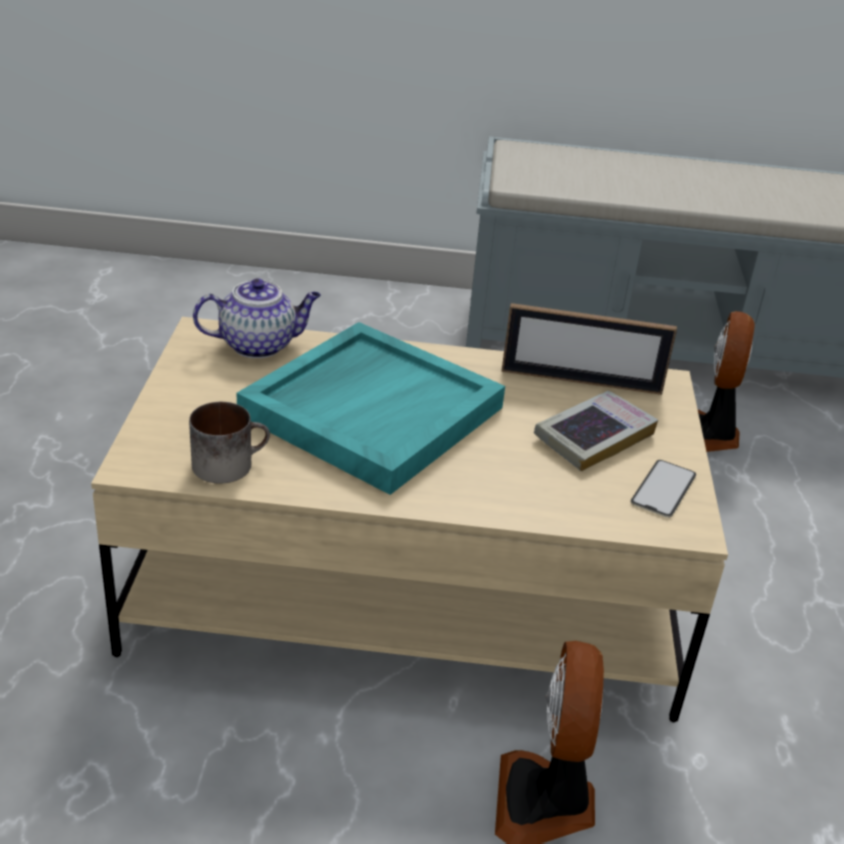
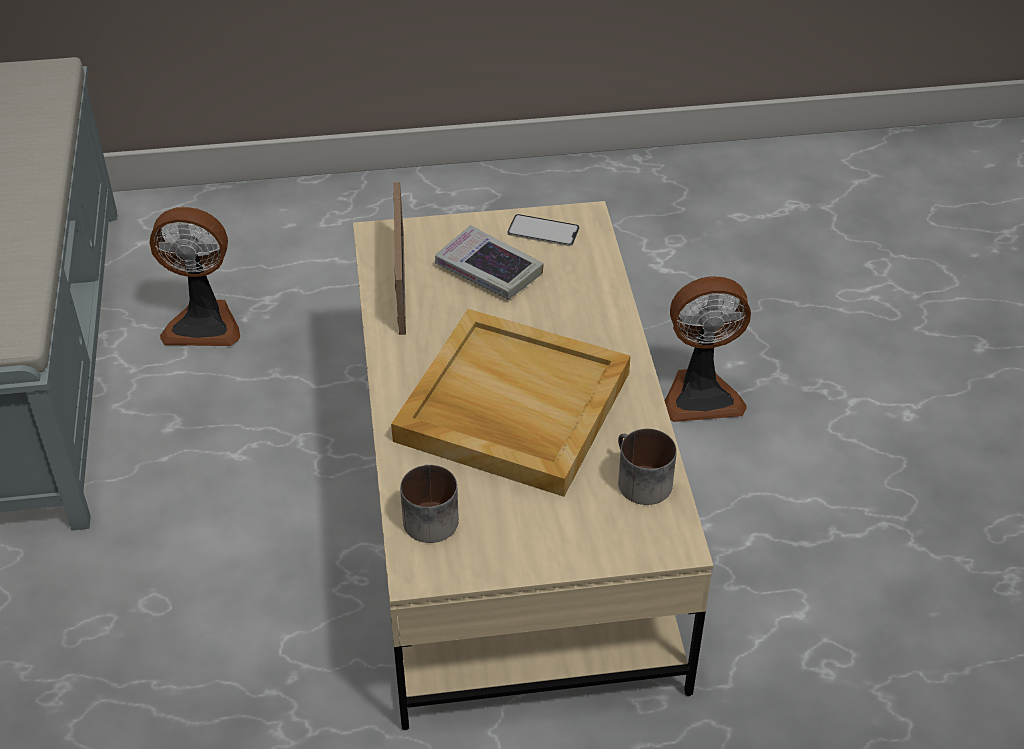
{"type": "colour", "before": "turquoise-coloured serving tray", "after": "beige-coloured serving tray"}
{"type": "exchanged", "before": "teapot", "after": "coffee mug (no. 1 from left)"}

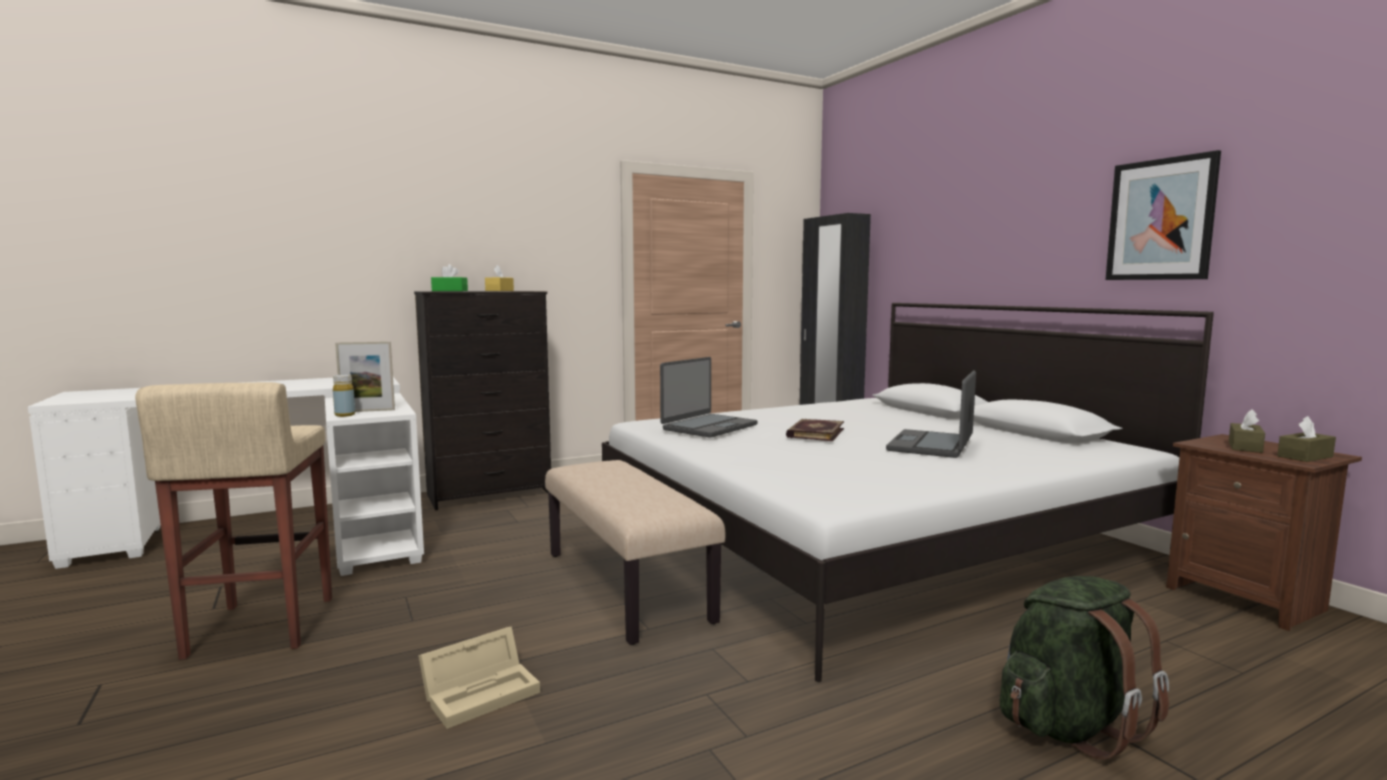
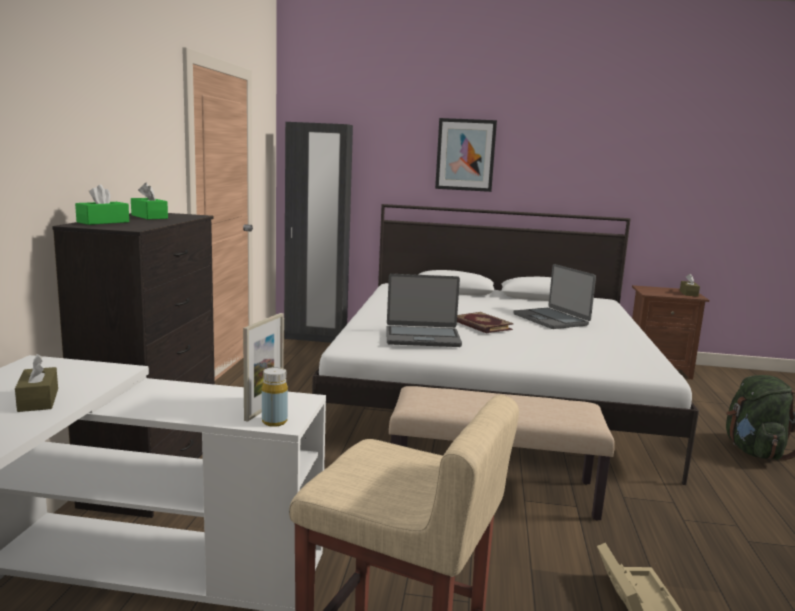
{"type": "relocated", "before": "brown tissue box (no. 1 from left)"}
{"type": "colour", "before": "yellow tissue box", "after": "green tissue box (no. 2 from left)"}
{"type": "spun", "before": "notebook computer (no. 1 from left)", "turn": 105}
{"type": "relocated", "before": "wall art"}

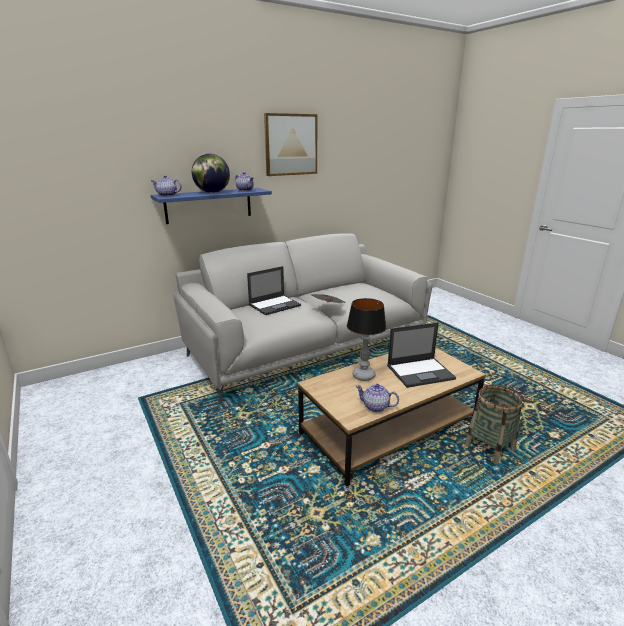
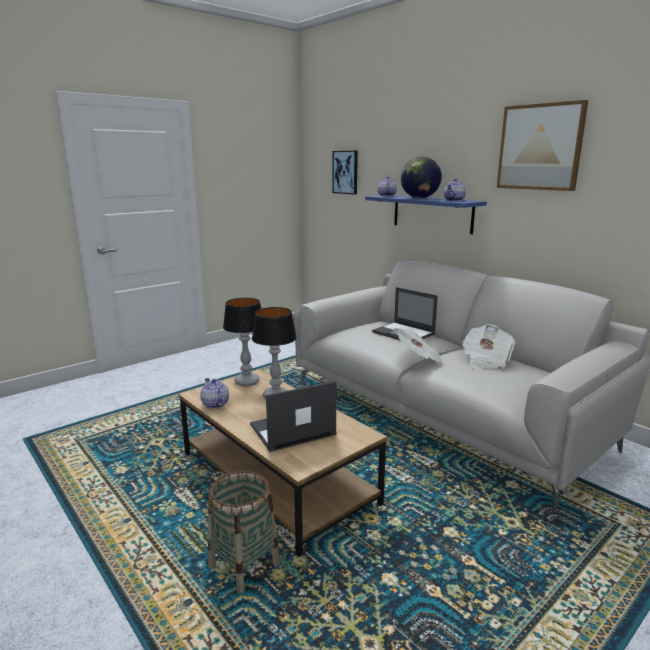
{"type": "spun", "before": "teapot (no. 3 from left in the first image)", "turn": -45}
{"type": "appeared", "after": "lamp for a table (no. 1 from left)"}
{"type": "spun", "before": "notebook computer (no. 2 from left in the first image)", "turn": 90}
{"type": "appeared", "after": "wall art (no. 1 from left)"}
{"type": "appeared", "after": "newspaper (no. 2 from left)"}

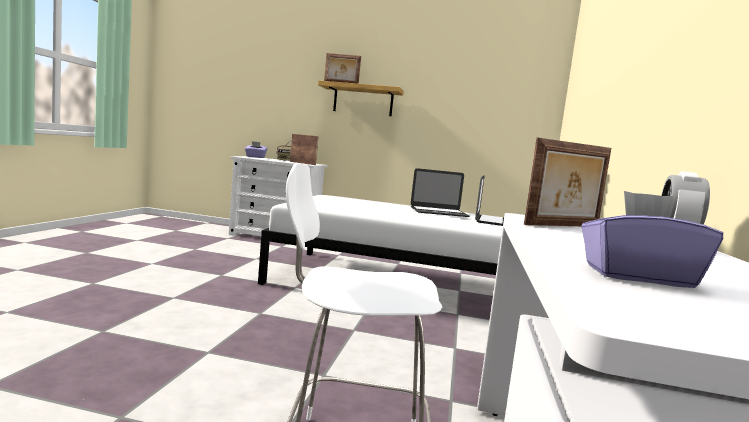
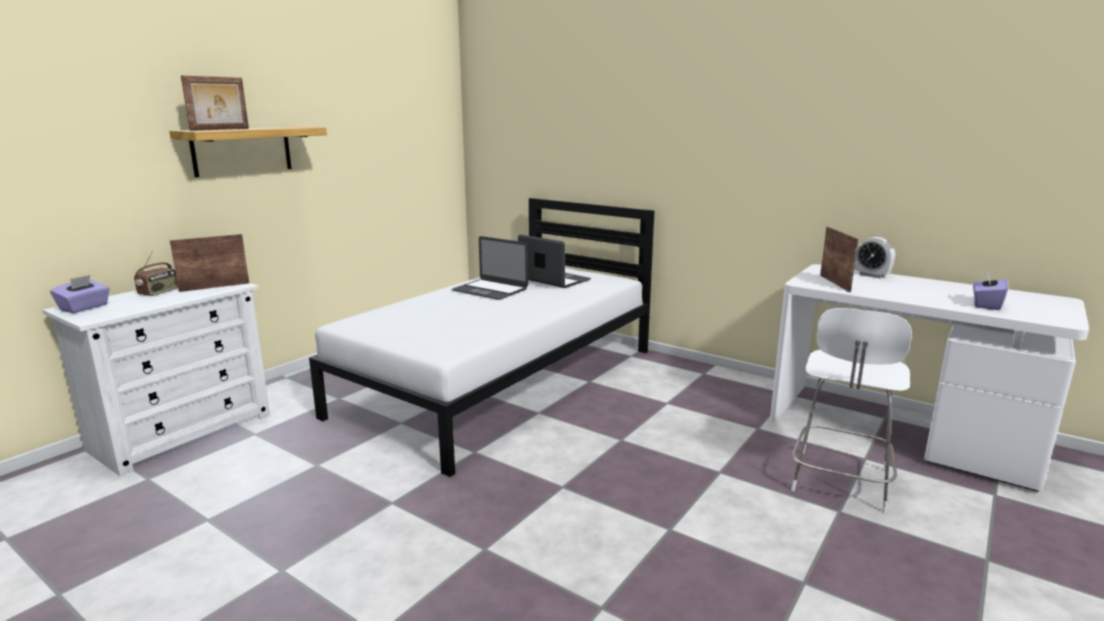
{"type": "spun", "before": "notebook computer (no. 1 from left)", "turn": 105}

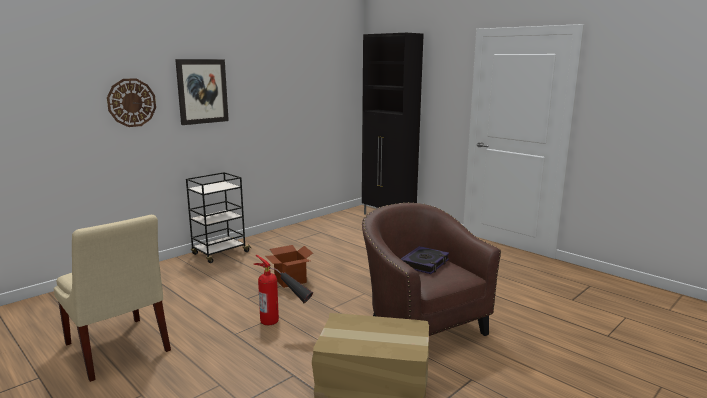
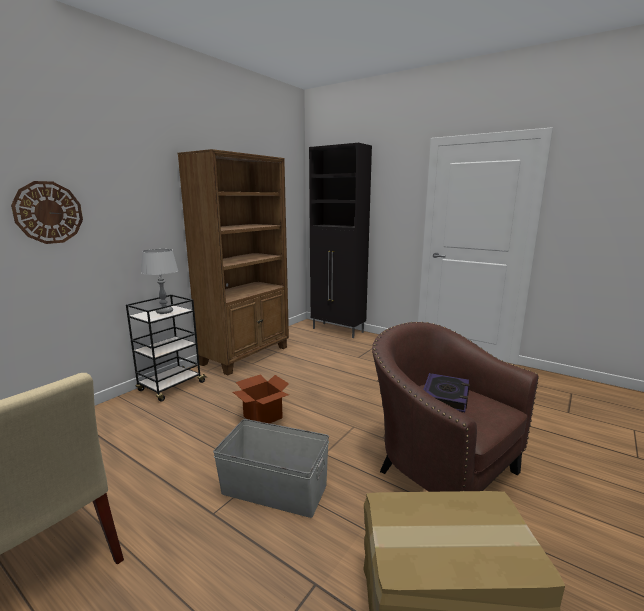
{"type": "appeared", "after": "grey lamp for a table"}
{"type": "appeared", "after": "brown bookshelf"}
{"type": "exchanged", "before": "extinguisher", "after": "grey storage box"}
{"type": "missing", "before": "wall art"}

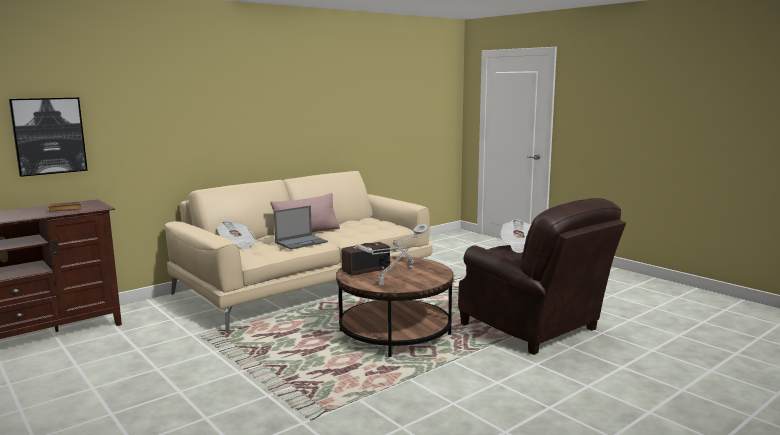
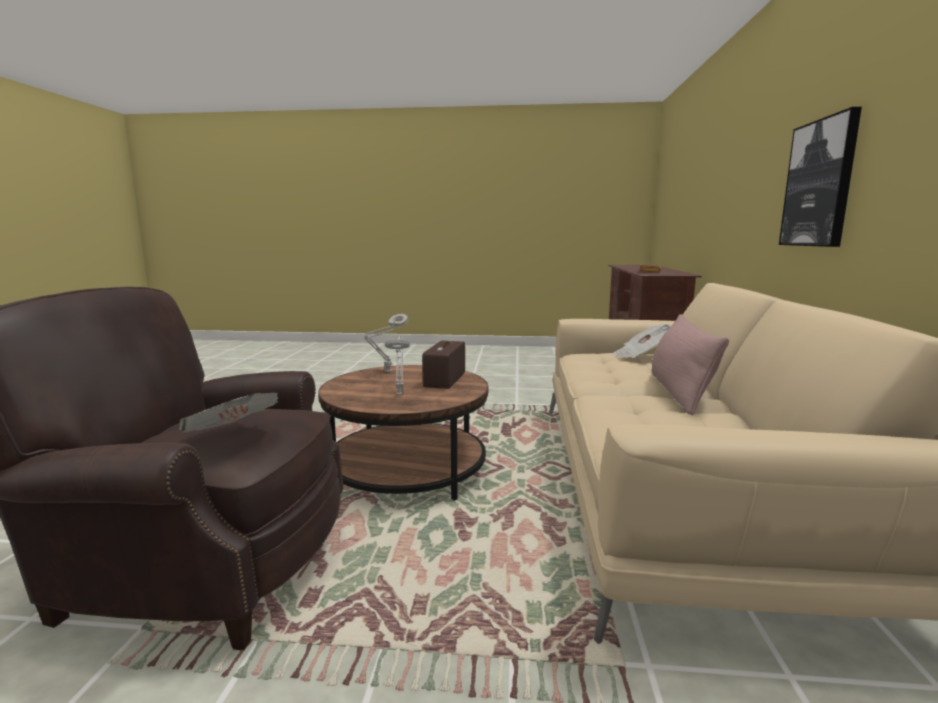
{"type": "relocated", "before": "wall art"}
{"type": "missing", "before": "notebook computer"}

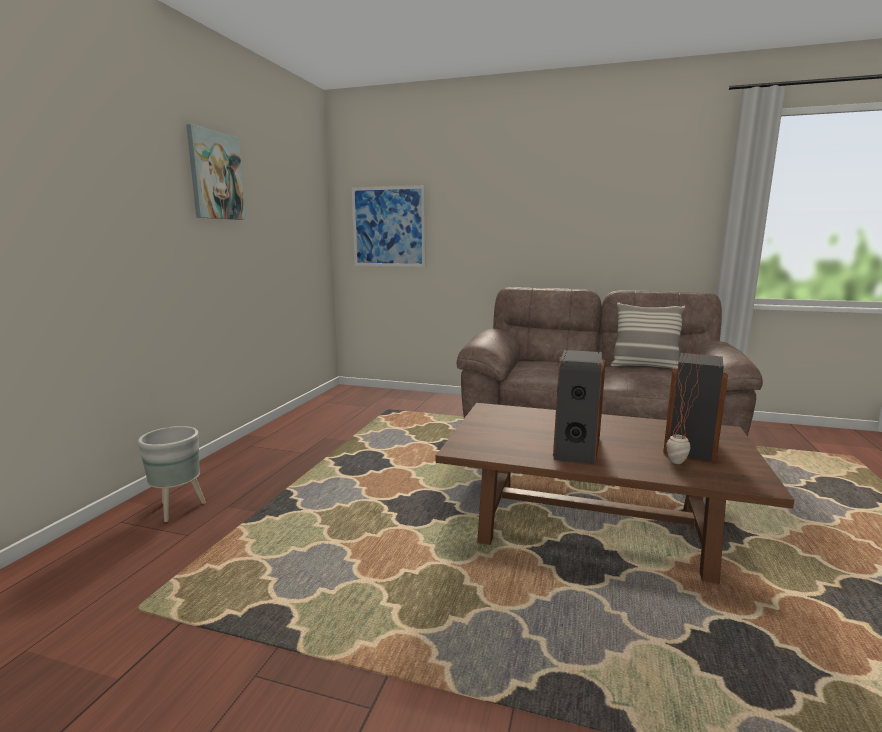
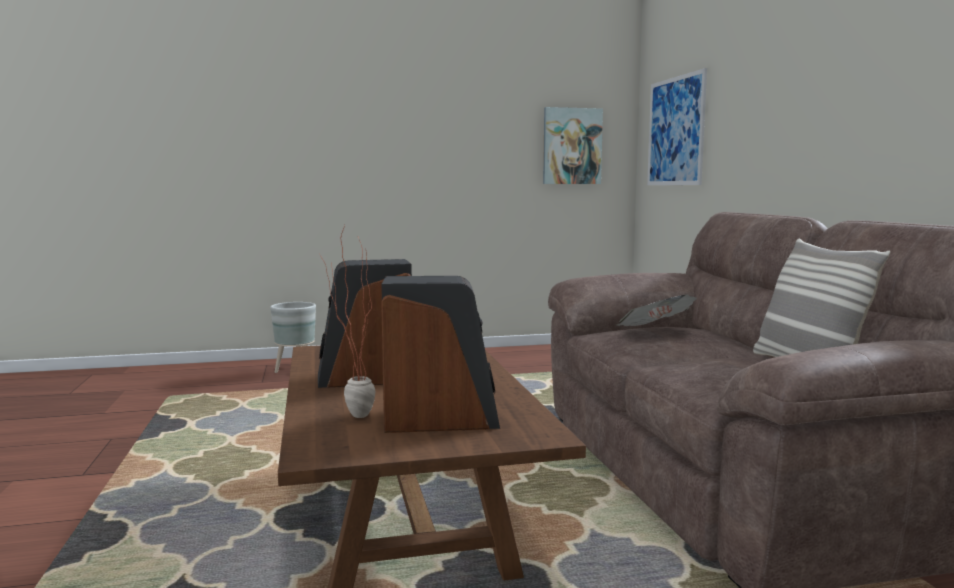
{"type": "relocated", "before": "wall art (no. 1 from left)"}
{"type": "appeared", "after": "newspaper"}

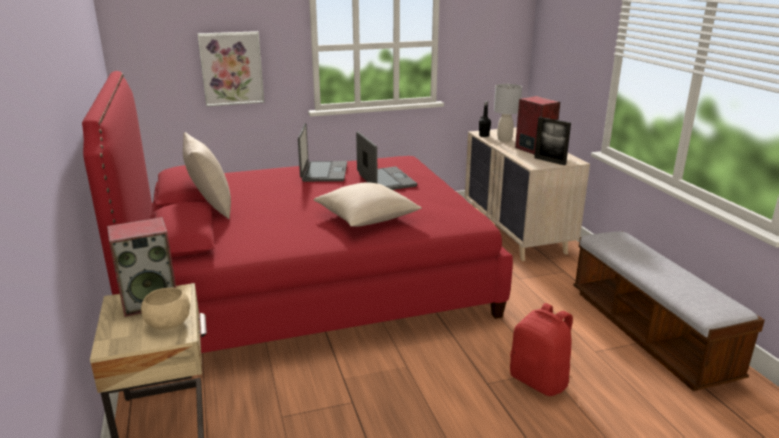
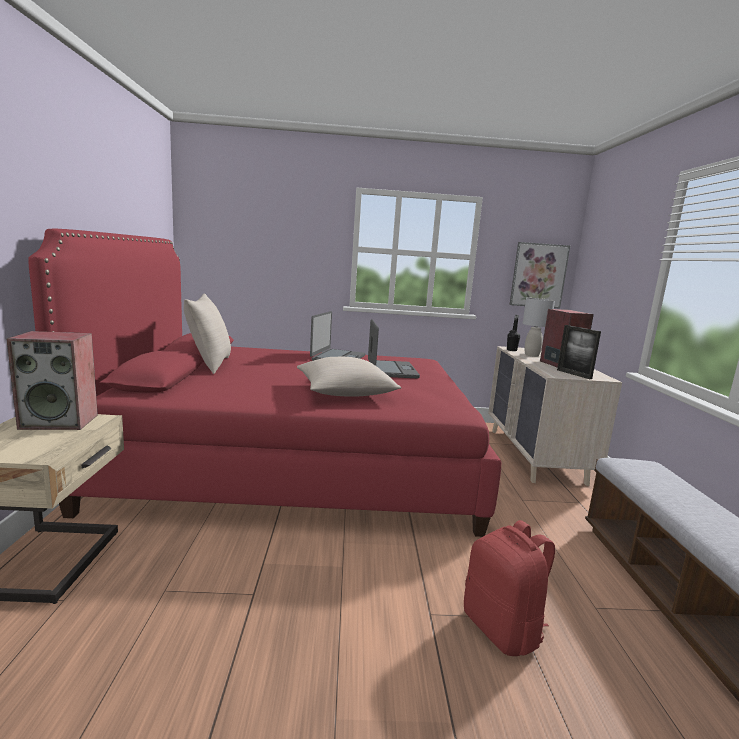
{"type": "relocated", "before": "wall art"}
{"type": "missing", "before": "beige-coloured bowl"}

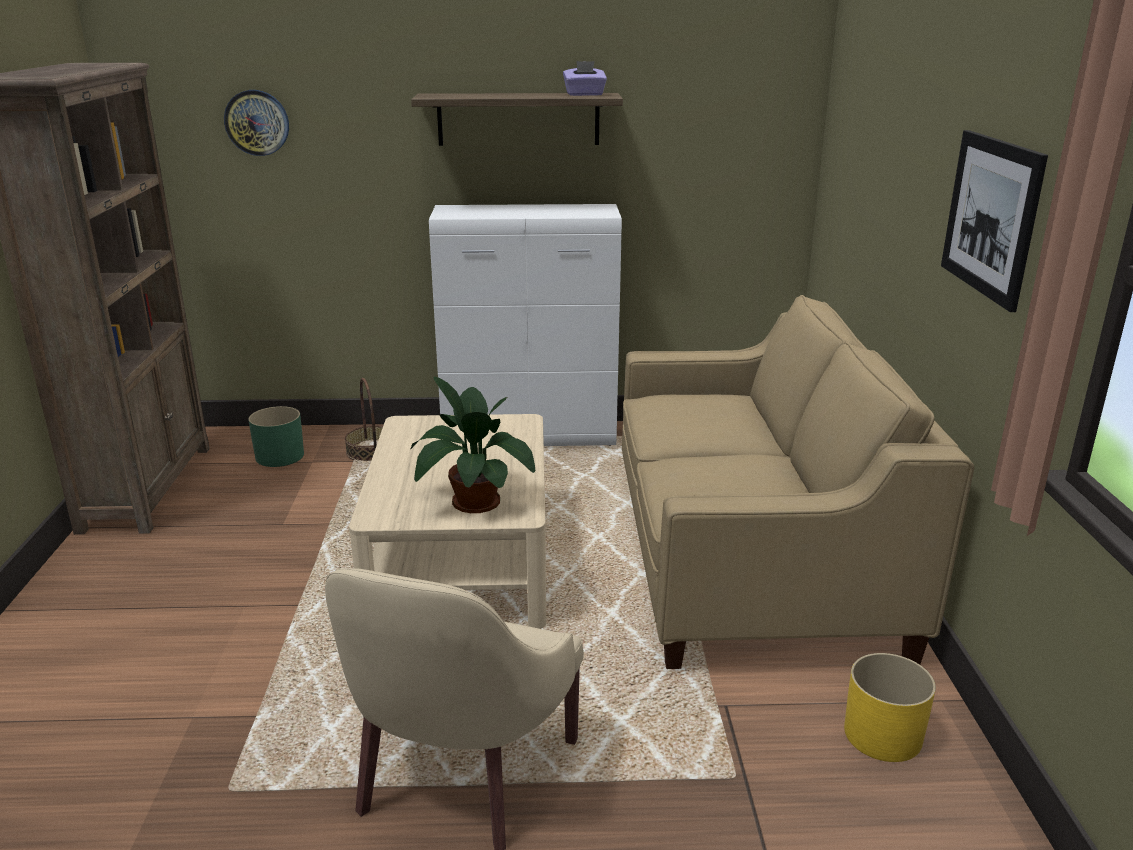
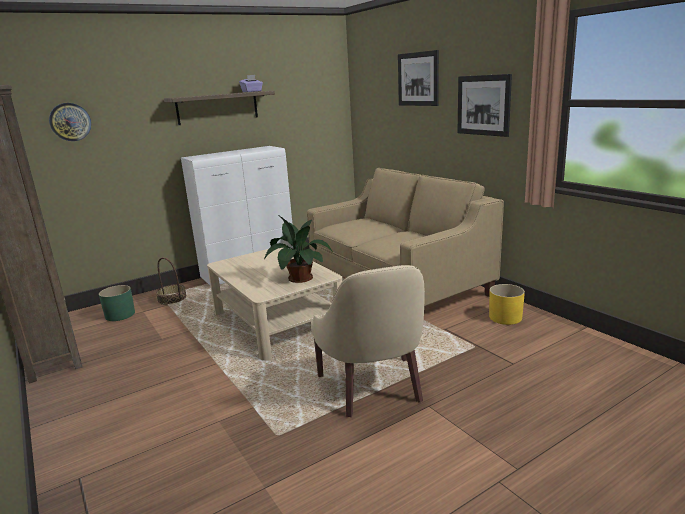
{"type": "appeared", "after": "wall art (no. 1 from left)"}

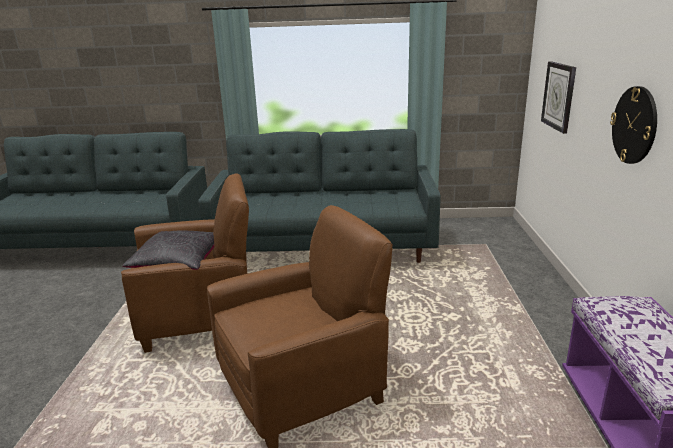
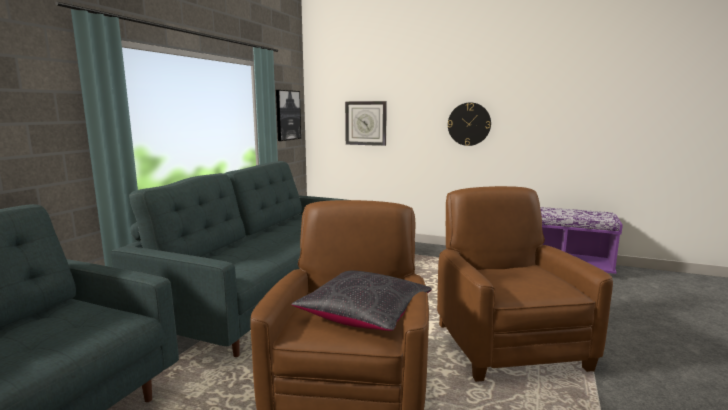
{"type": "appeared", "after": "wall art"}

